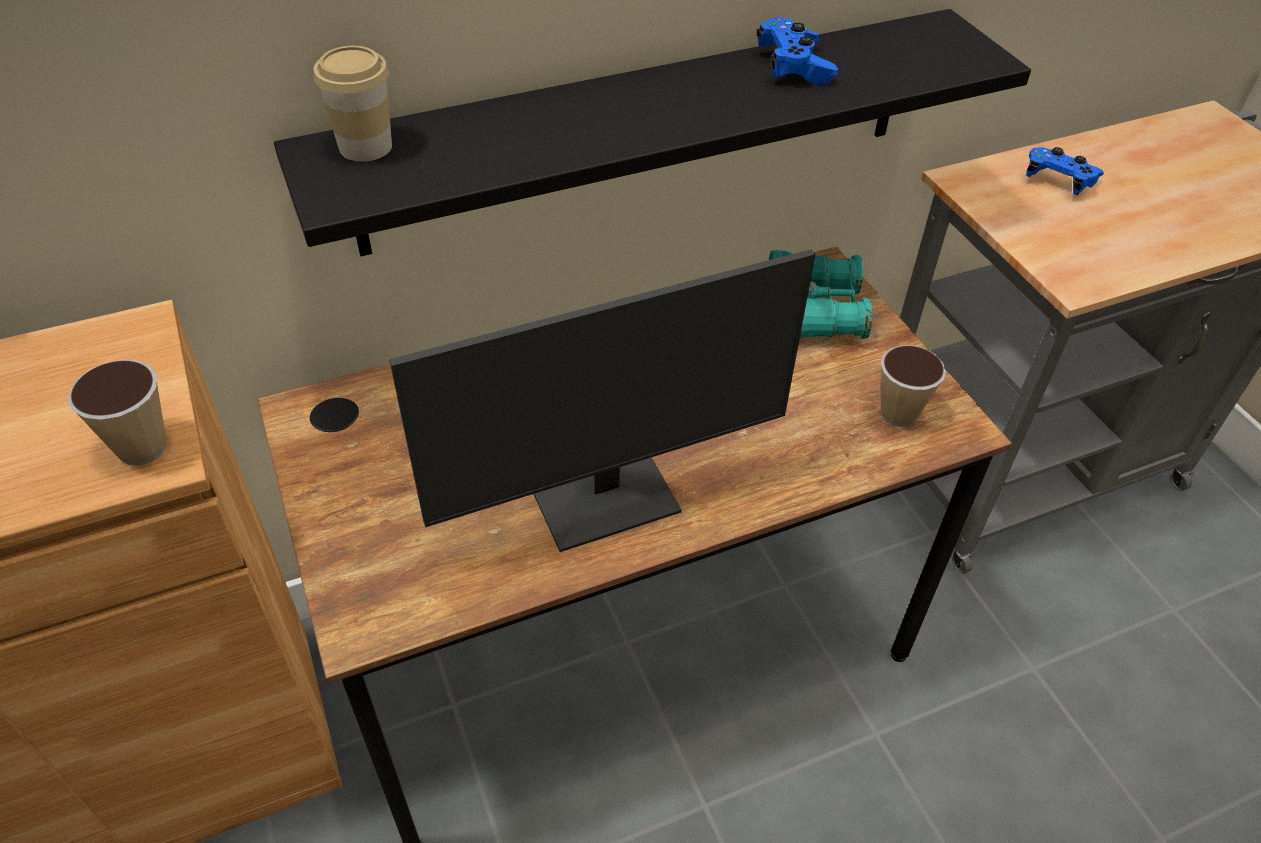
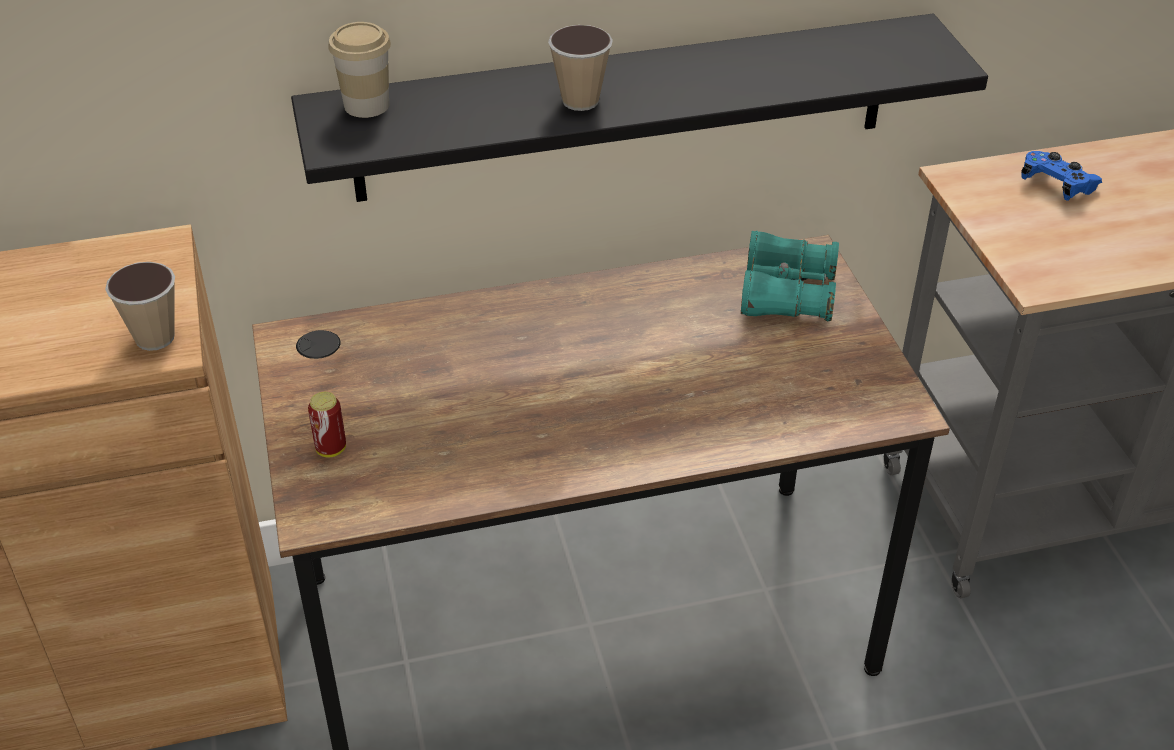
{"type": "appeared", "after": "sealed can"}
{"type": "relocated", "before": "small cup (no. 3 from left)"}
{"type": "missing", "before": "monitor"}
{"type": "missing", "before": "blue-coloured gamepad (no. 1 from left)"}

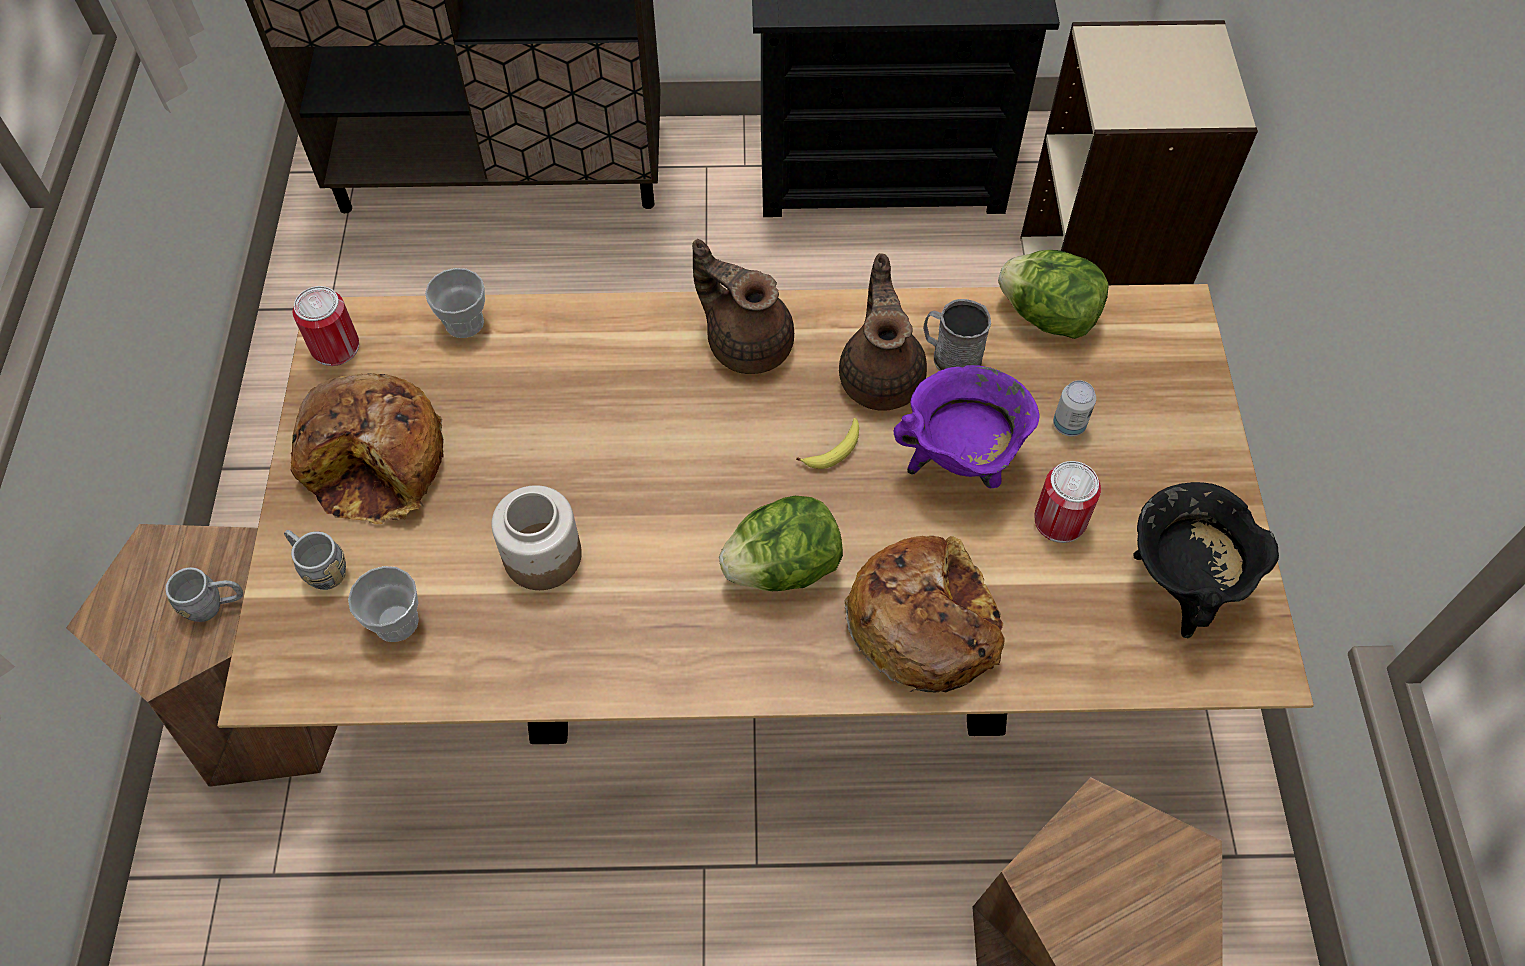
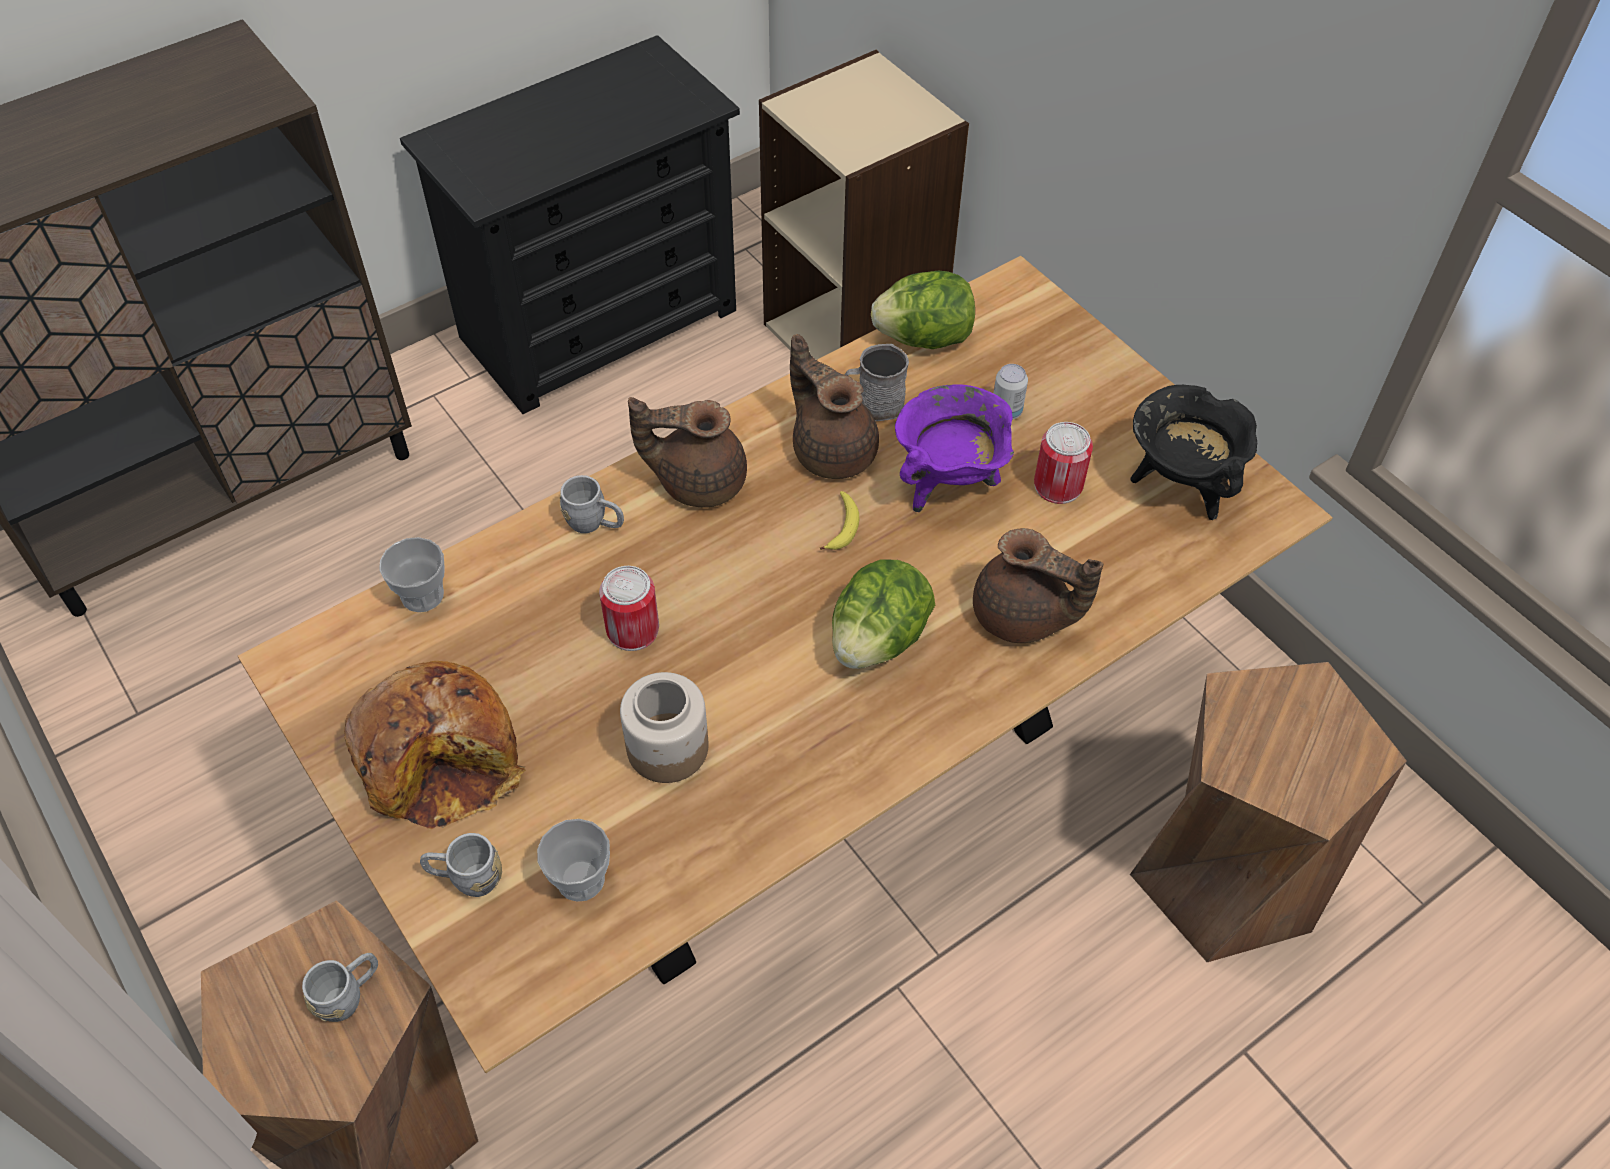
{"type": "appeared", "after": "grey coffee mug (no. 3 from left)"}
{"type": "relocated", "before": "sealed can (no. 1 from left)"}
{"type": "exchanged", "before": "baked bread (no. 2 from left)", "after": "brown teapot (no. 3 from left)"}

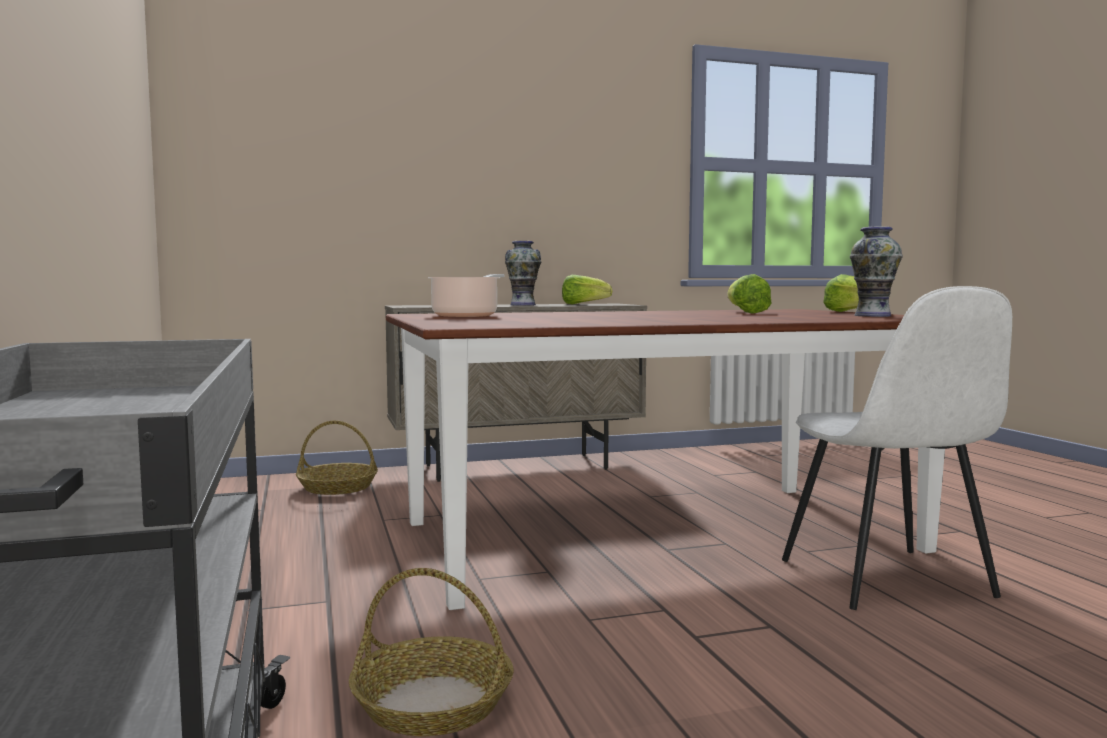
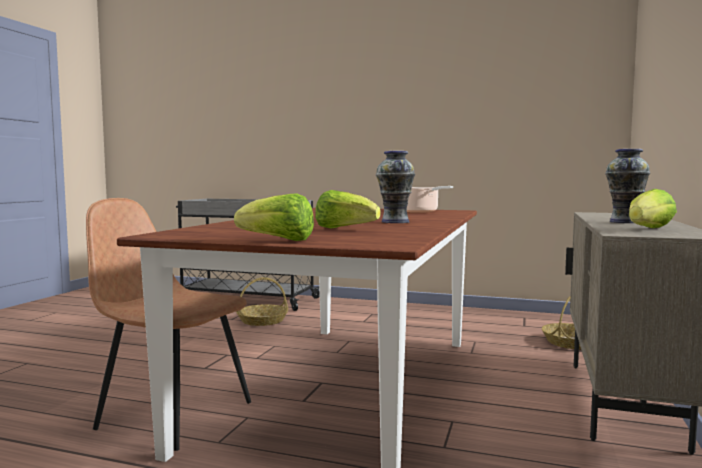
{"type": "colour", "before": "white-coloured chair", "after": "brown chair"}
{"type": "relocated", "before": "flower vase (no. 2 from left in the first image)", "after": "flower vase (no. 1 from left)"}

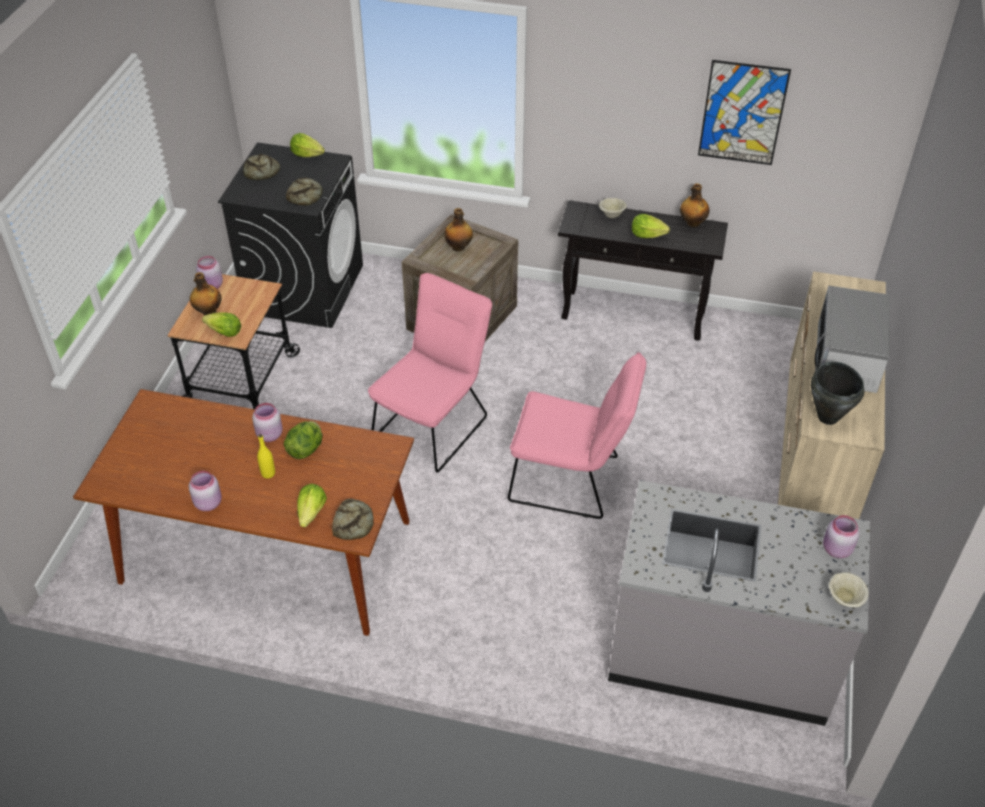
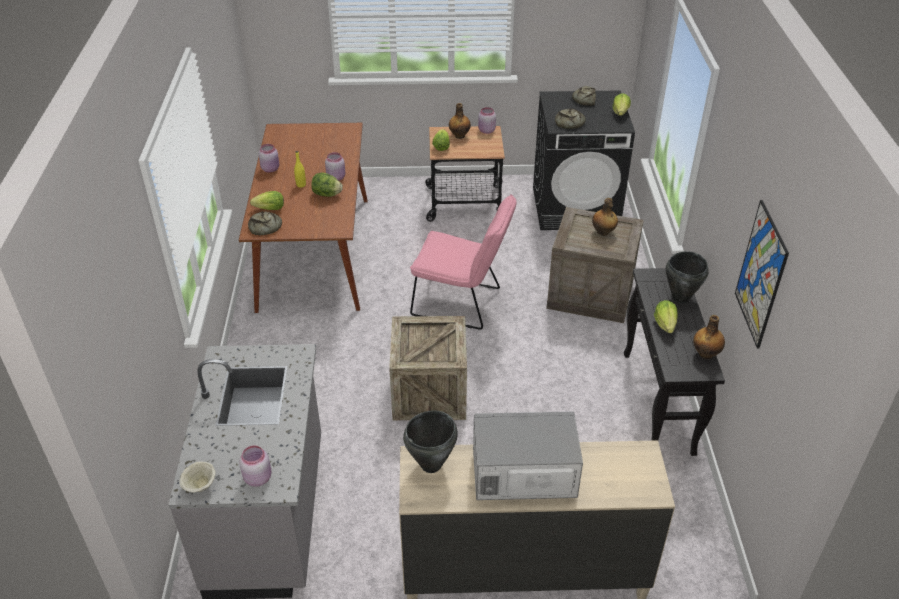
{"type": "exchanged", "before": "pink chair (no. 2 from left)", "after": "shipping crate (no. 1 from left)"}
{"type": "exchanged", "before": "beige-coloured bowl (no. 1 from left)", "after": "black cooking pot (no. 2 from left)"}

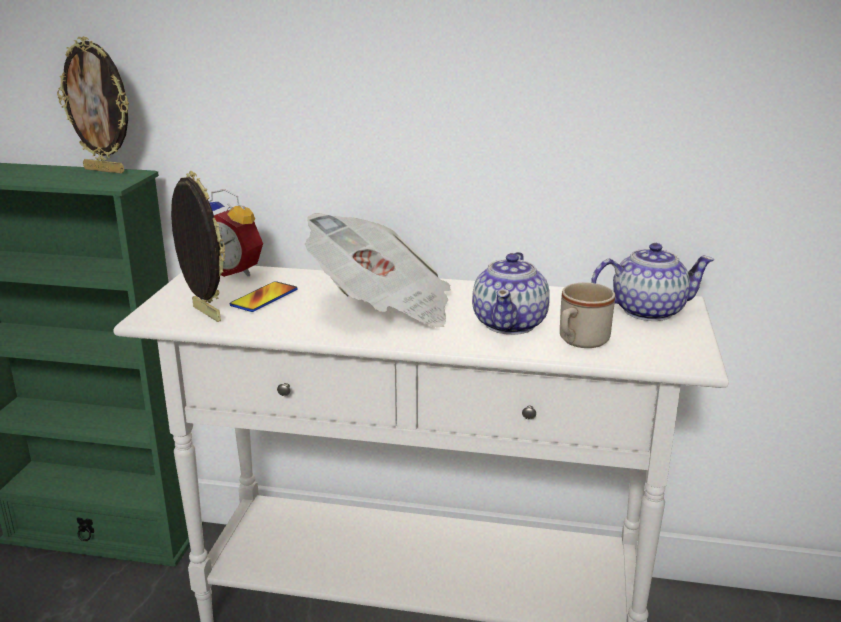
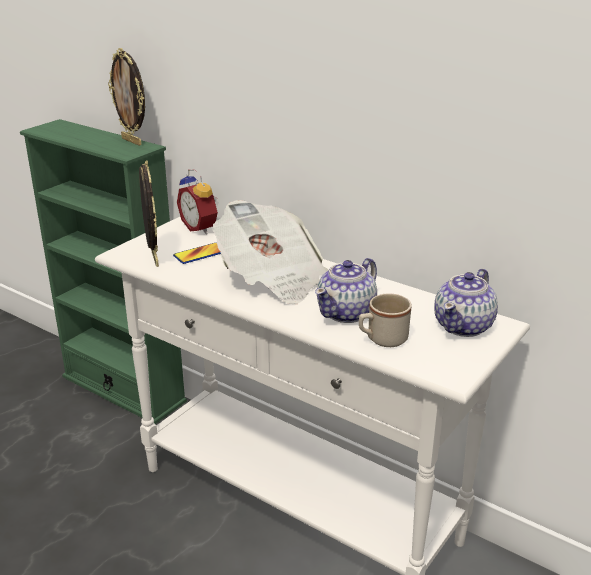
{"type": "spun", "before": "teapot (no. 2 from left)", "turn": 105}

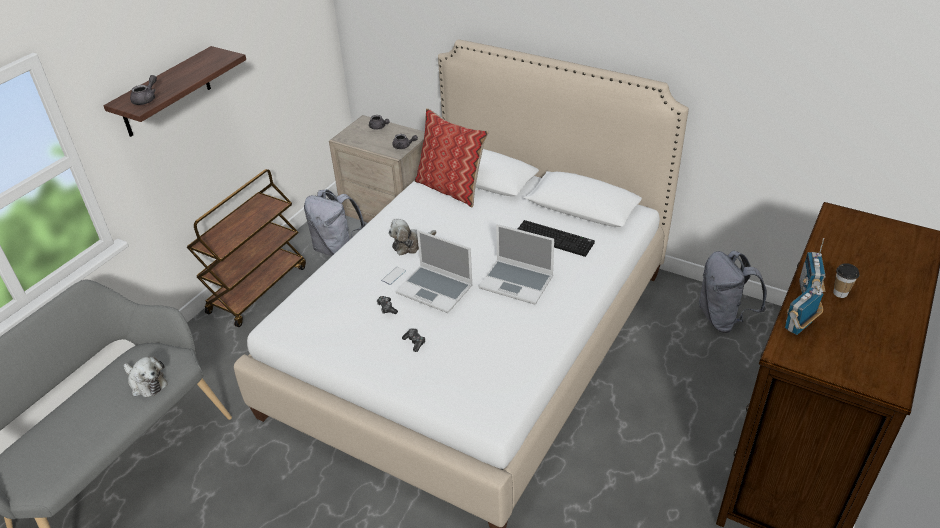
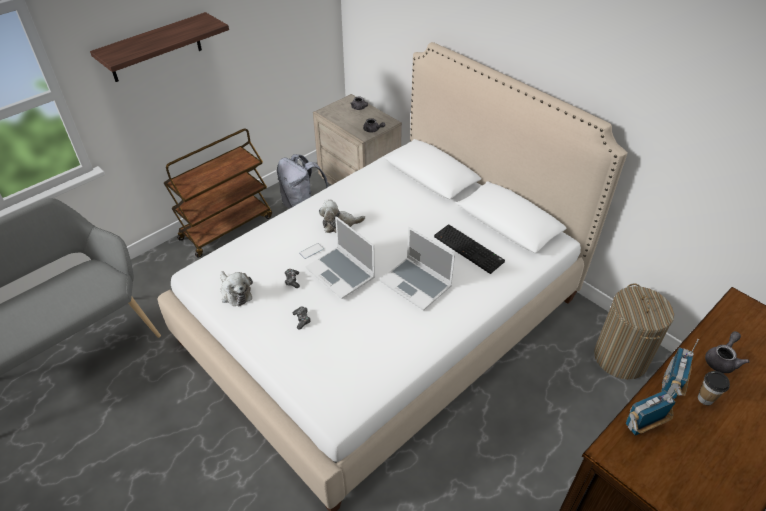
{"type": "relocated", "before": "plush toy (no. 1 from left)"}
{"type": "exchanged", "before": "grey knapsack (no. 2 from left)", "after": "washing basket"}
{"type": "relocated", "before": "grey teapot (no. 1 from left in the first image)", "after": "grey teapot (no. 3 from left)"}
{"type": "missing", "before": "pillow"}

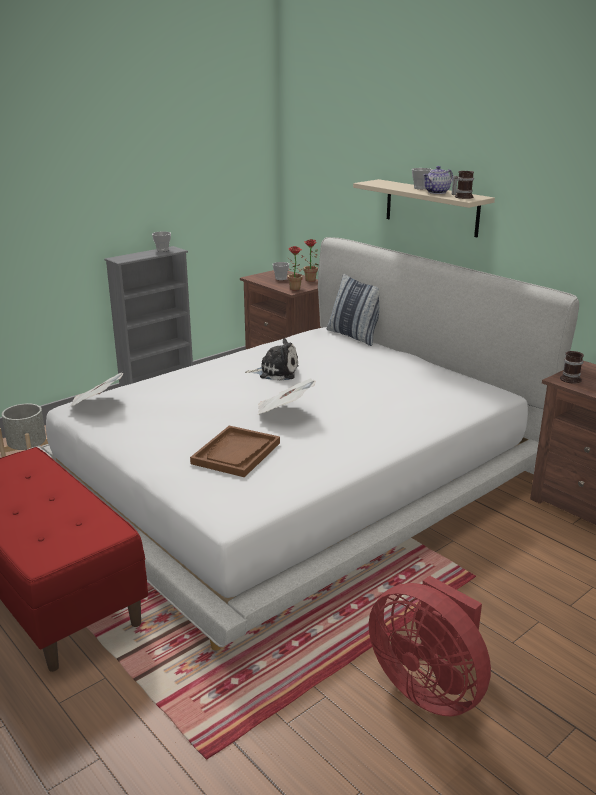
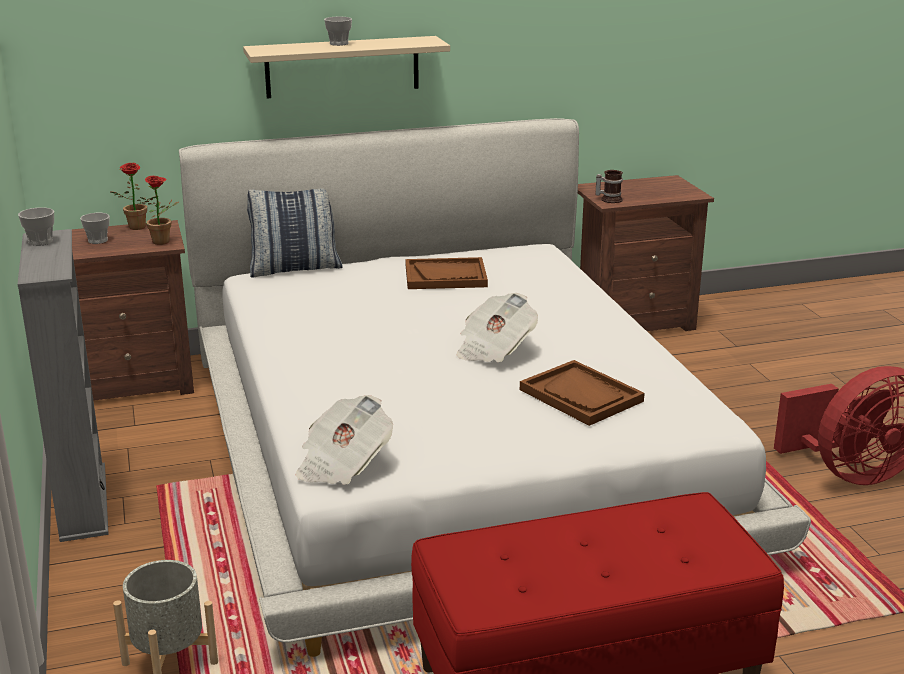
{"type": "appeared", "after": "brown serving tray (no. 1 from left)"}
{"type": "missing", "before": "plush toy"}
{"type": "missing", "before": "teapot"}
{"type": "missing", "before": "coffee mug (no. 1 from left)"}

